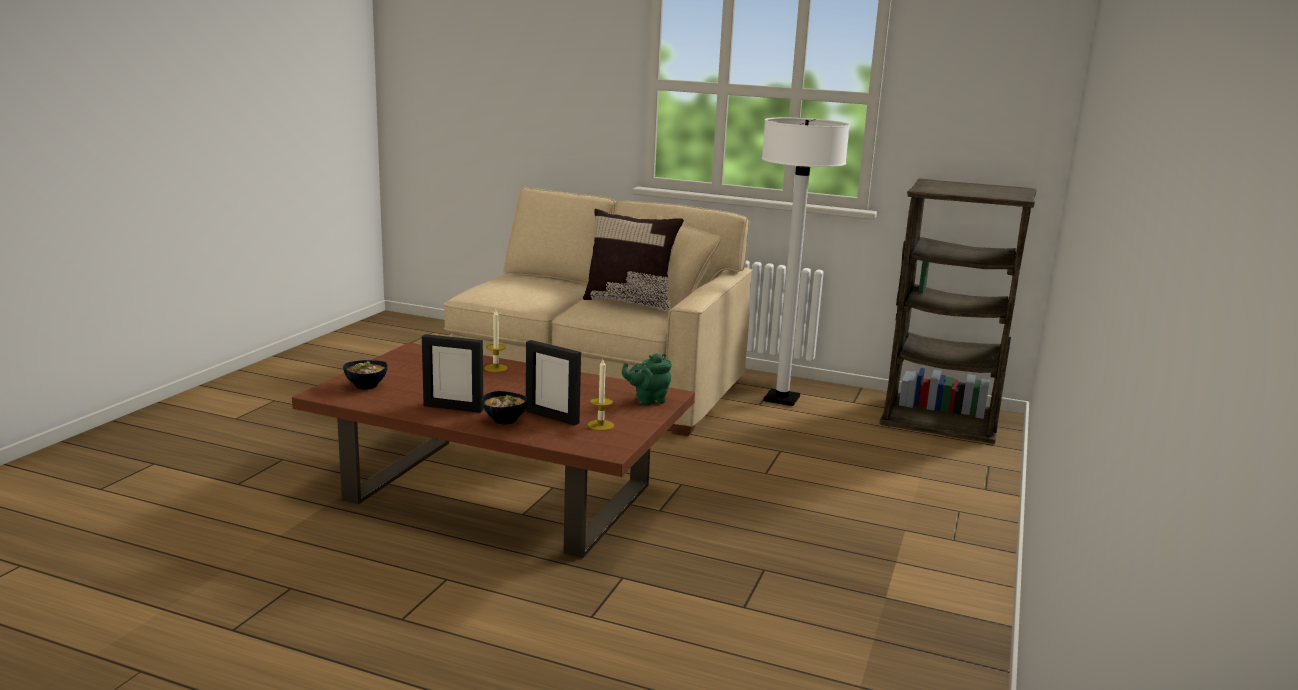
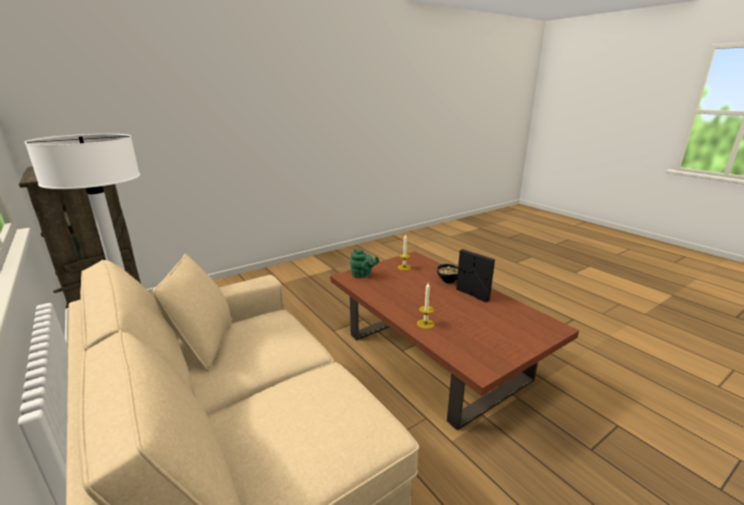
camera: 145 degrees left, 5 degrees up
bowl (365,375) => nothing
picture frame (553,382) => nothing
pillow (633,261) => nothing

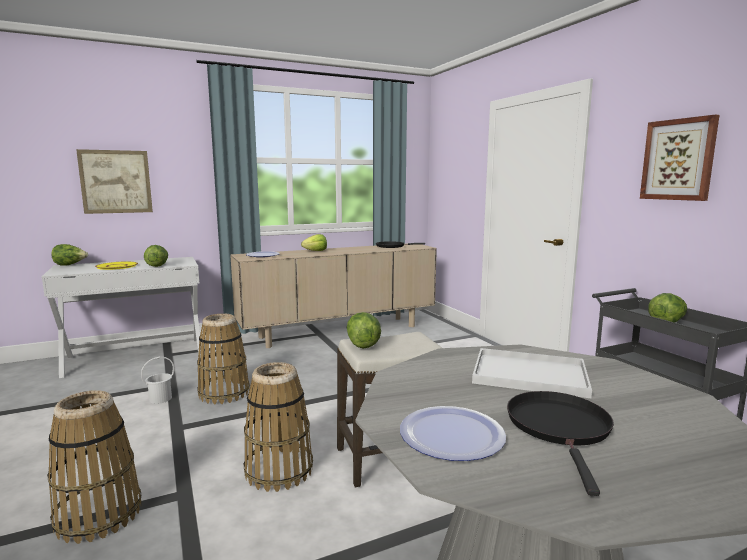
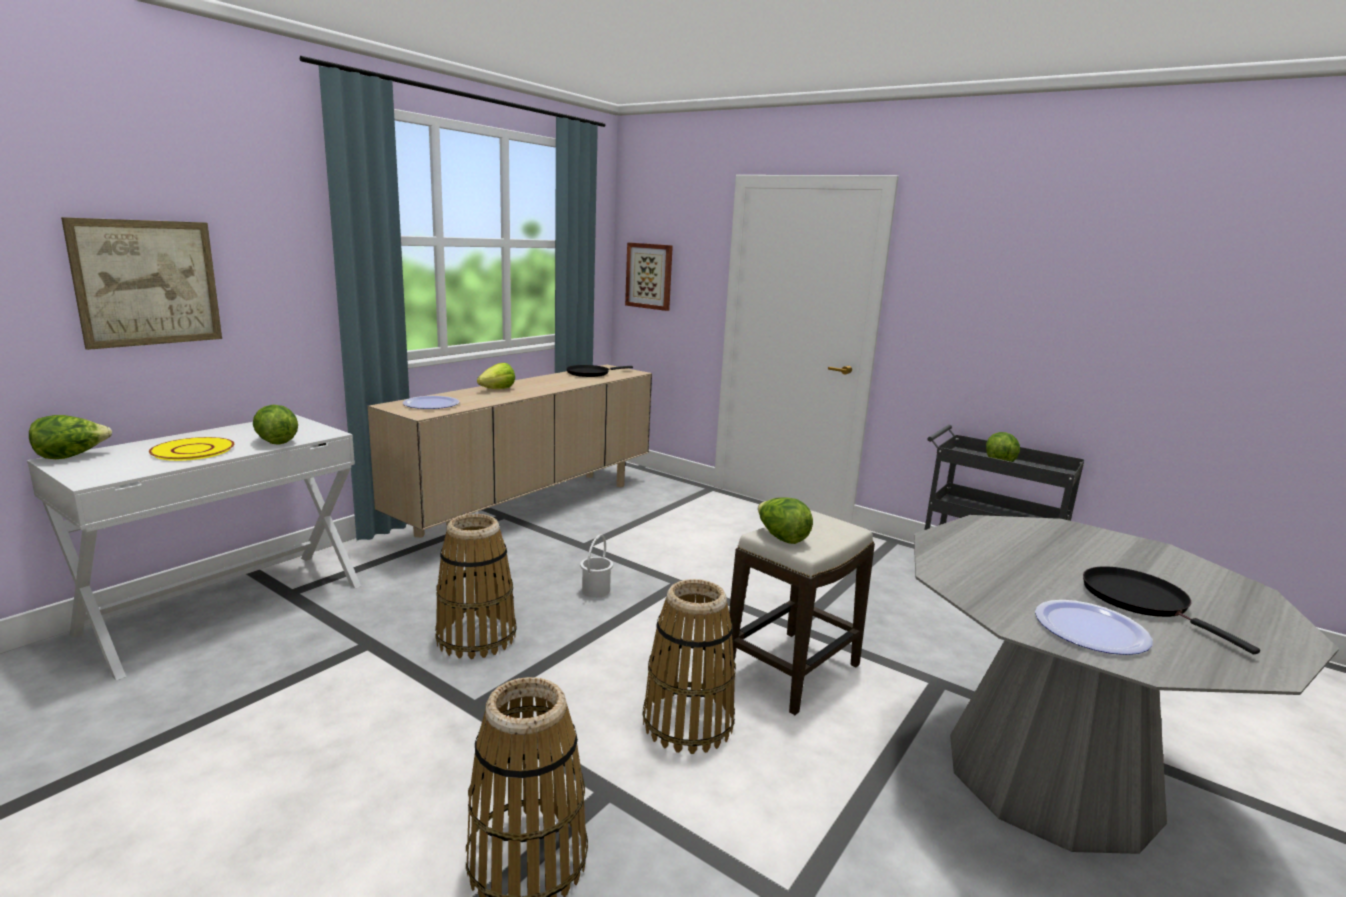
camera: 30 degrees left, 5 degrees up
white bucket (157,380) => white bucket (596,566), move
white tray (532,373) => nothing
picture (679,158) => picture (649,276), move

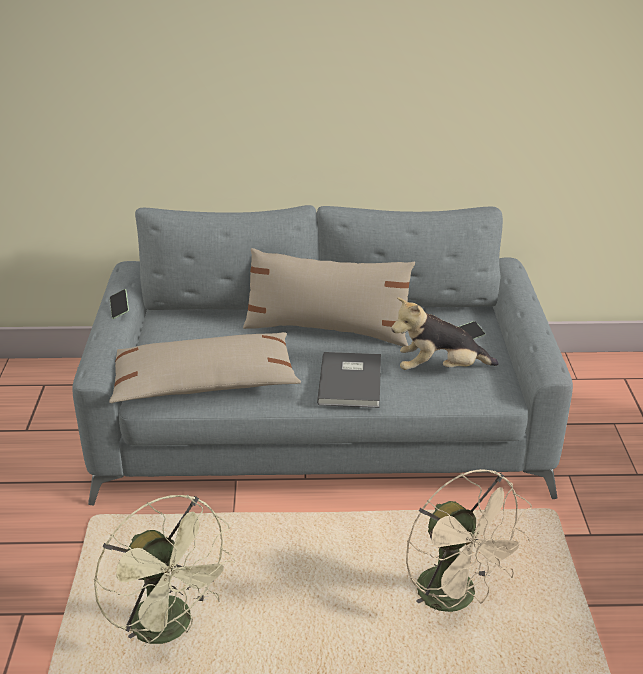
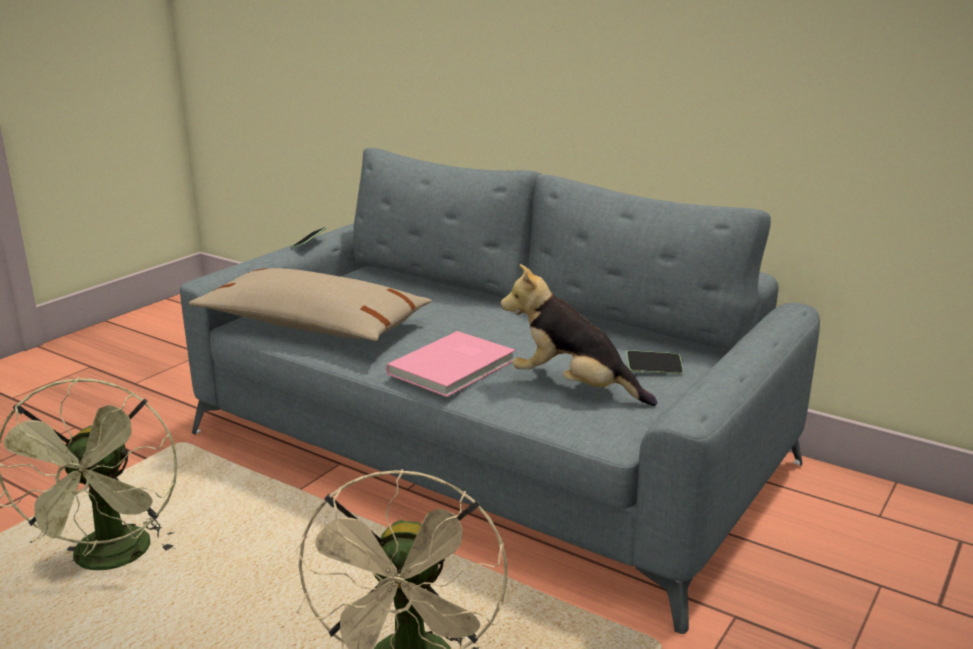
camera: 35 degrees right, 10 degrees down
beige pillow (329,297) => nothing
grey book (349,380) => pink book (451,364)

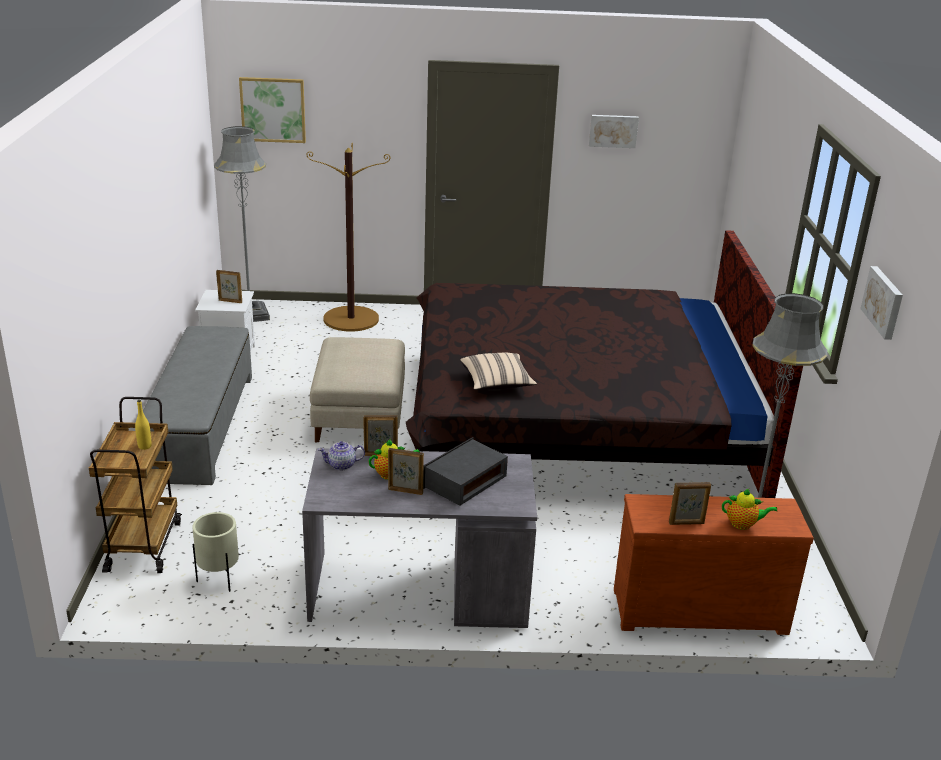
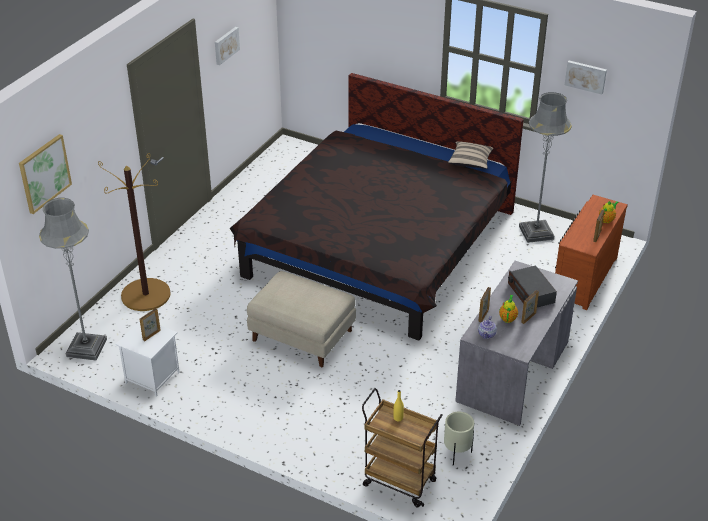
camera: 60 degrees left, 10 degrees up
grey bench (197,405) => nothing
beige pillow (498,371) => beige pillow (470,155), move

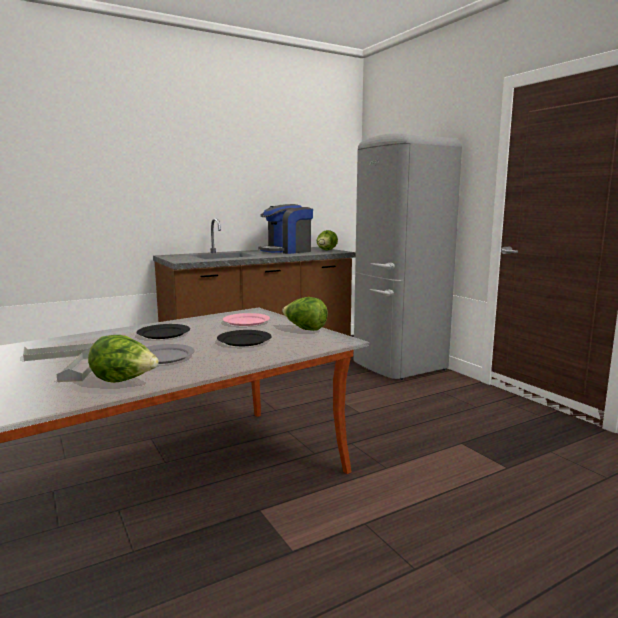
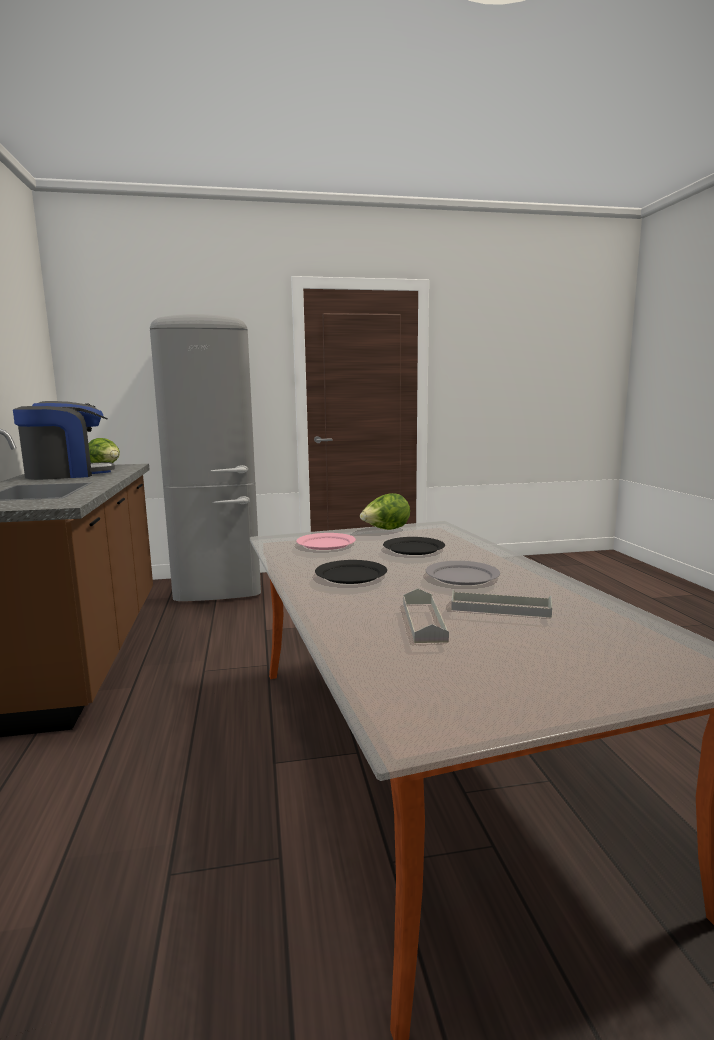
camera: 70 degrees left, 0 degrees up
lettuce (123,359) => nothing
coffee machine (285,229) => coffee machine (64,440), 105 degrees counterclockwise

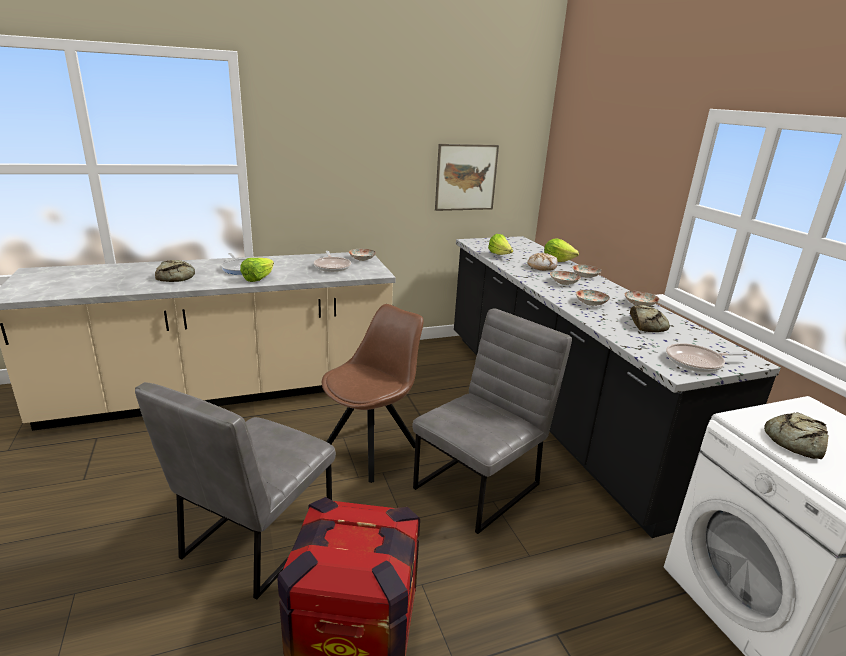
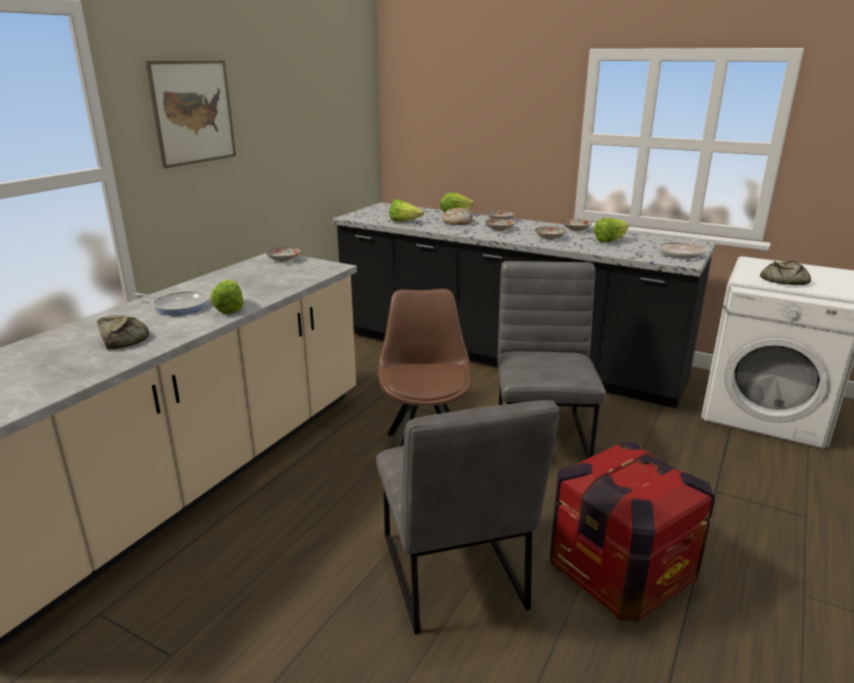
camera: 40 degrees left, 0 degrees up
frying pan (332,261) => nothing
picture (467,177) => picture (190,114), move
bread (650,318) => lettuce (611,230)

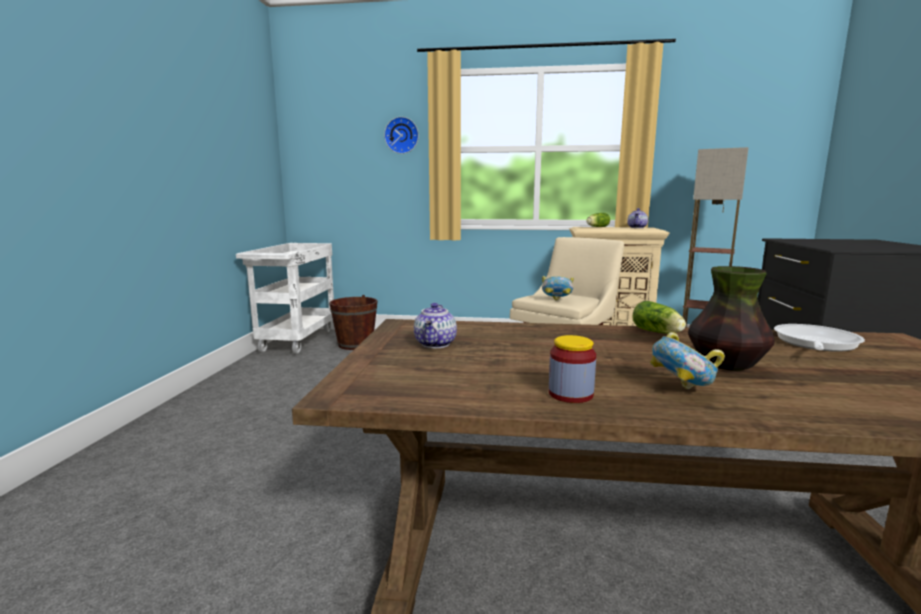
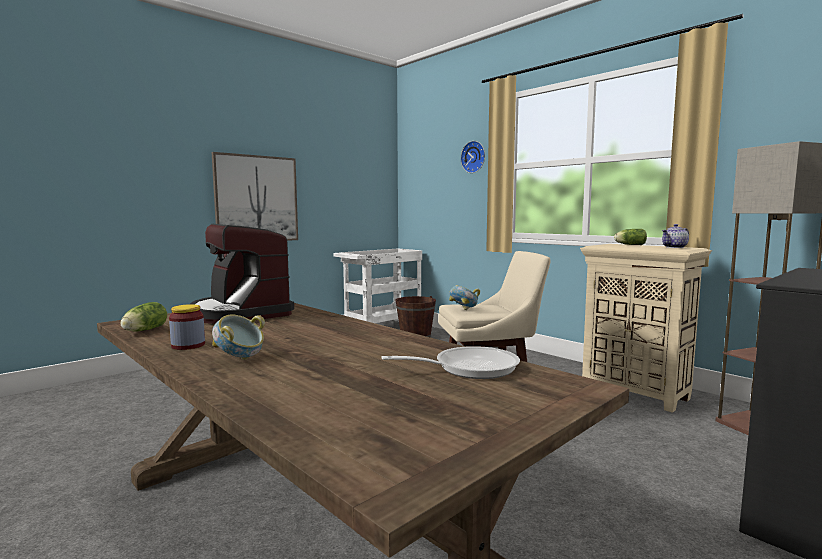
camera: 40 degrees right, 5 degrees down
teapot (435,325) => coffee machine (242,274)
lettuce (659,317) => lettuce (143,317), move
vase (731,318) => nothing
nothing => picture (255,196)

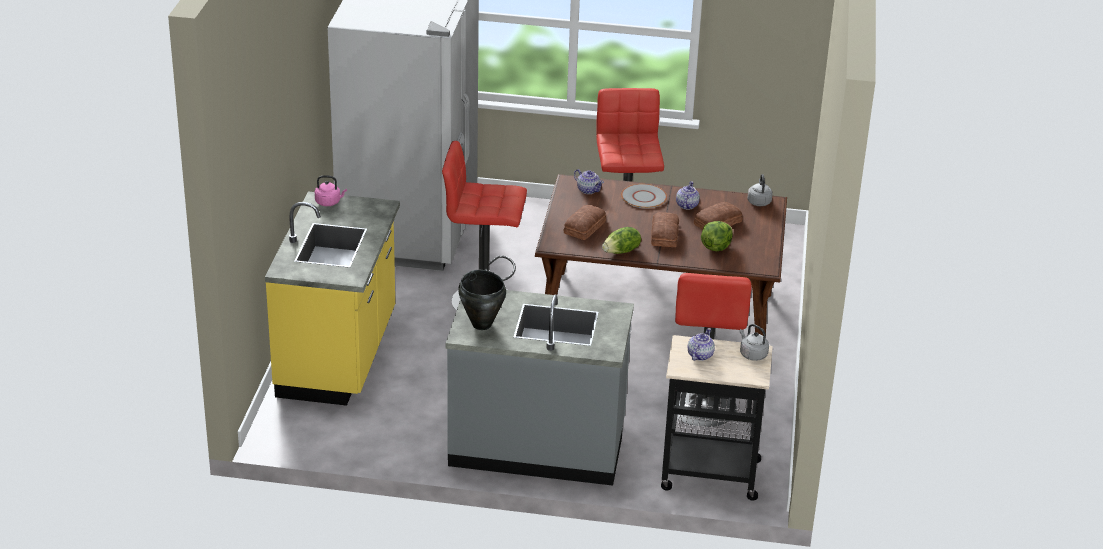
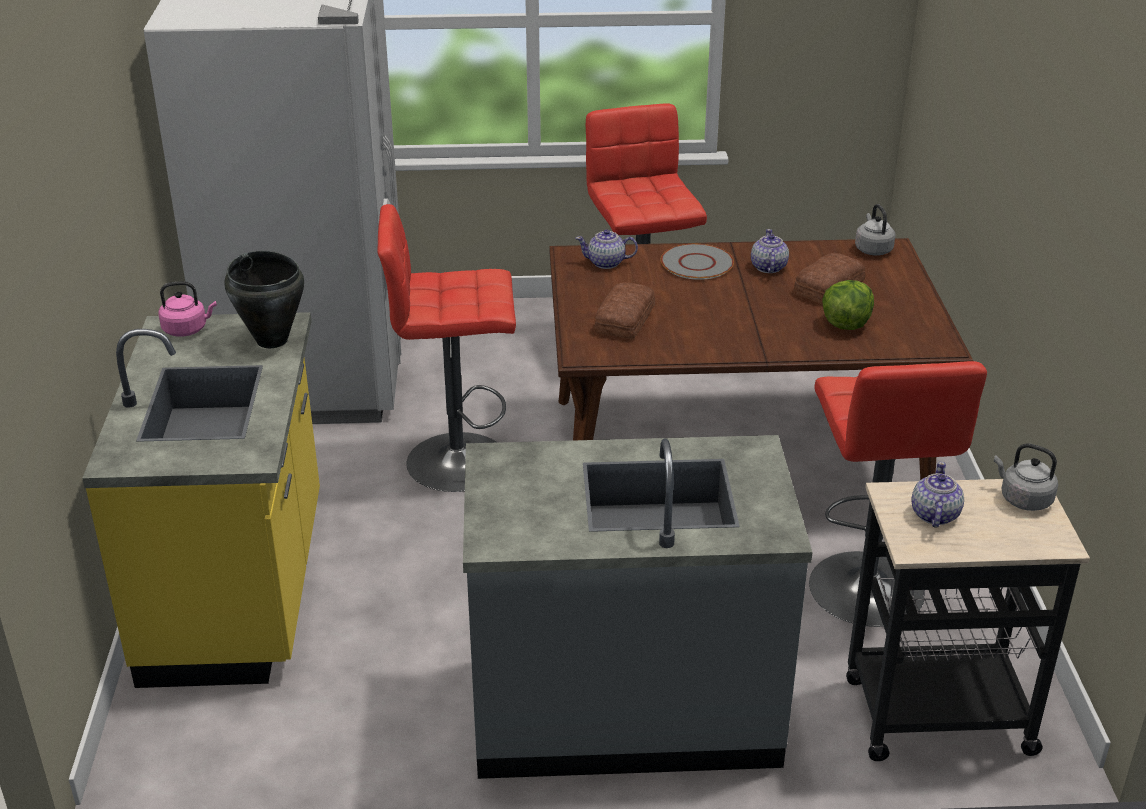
camera: 10 degrees left, 0 degrees up
black cooking pot (482,300) => black cooking pot (264,299), move
teapot (589,181) => teapot (606,249), 150 degrees clockwise
lettuce (621,240) => nothing
bread (665,229) => nothing

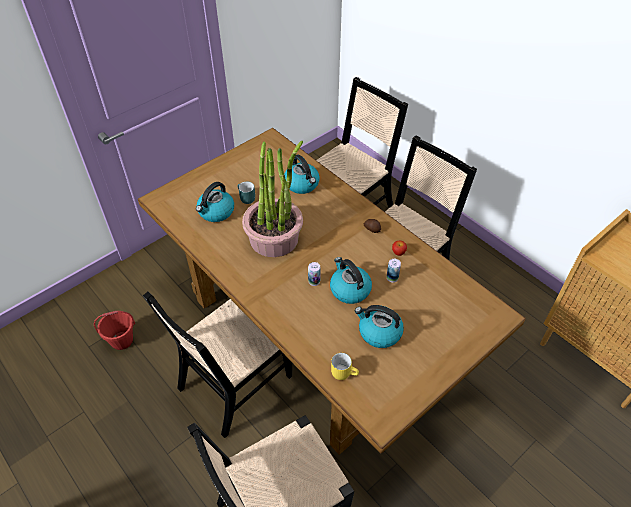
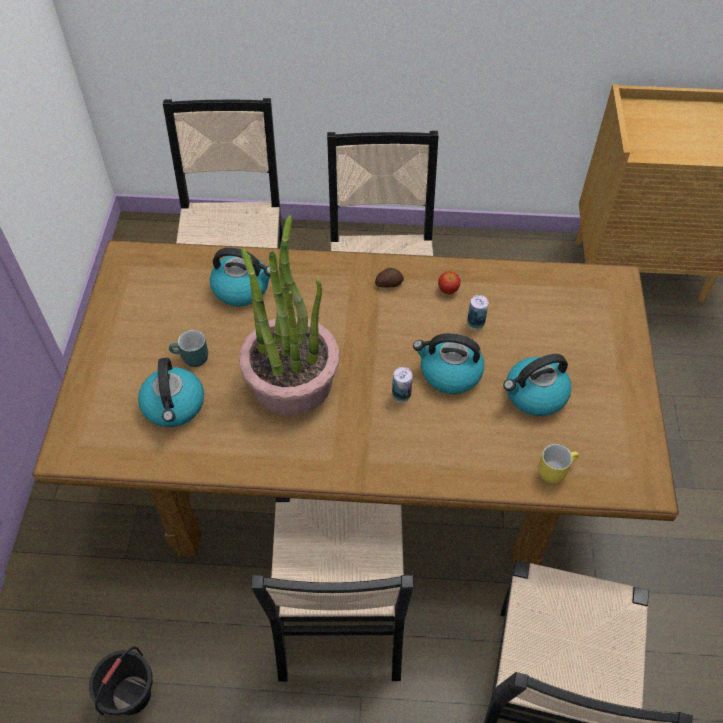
camera: 45 degrees left, 5 degrees up
red bucket (114,330) => black bucket (121,681)

